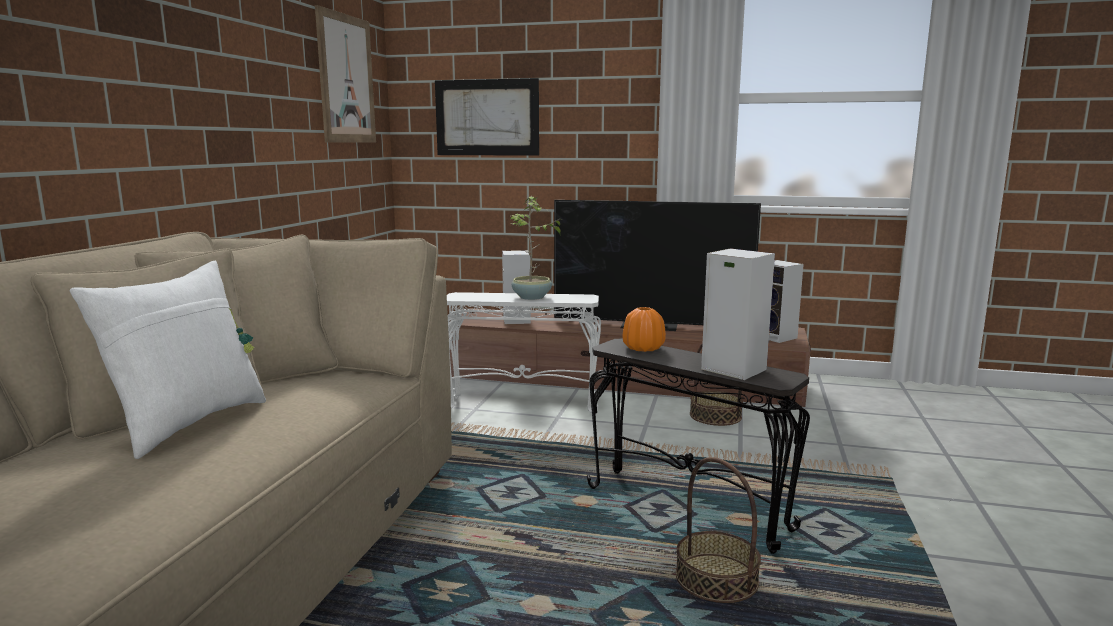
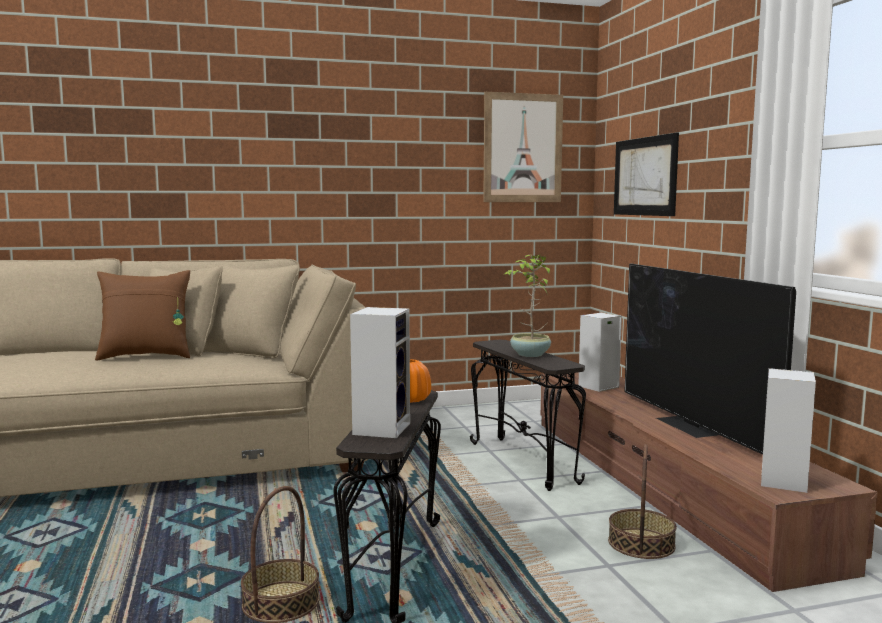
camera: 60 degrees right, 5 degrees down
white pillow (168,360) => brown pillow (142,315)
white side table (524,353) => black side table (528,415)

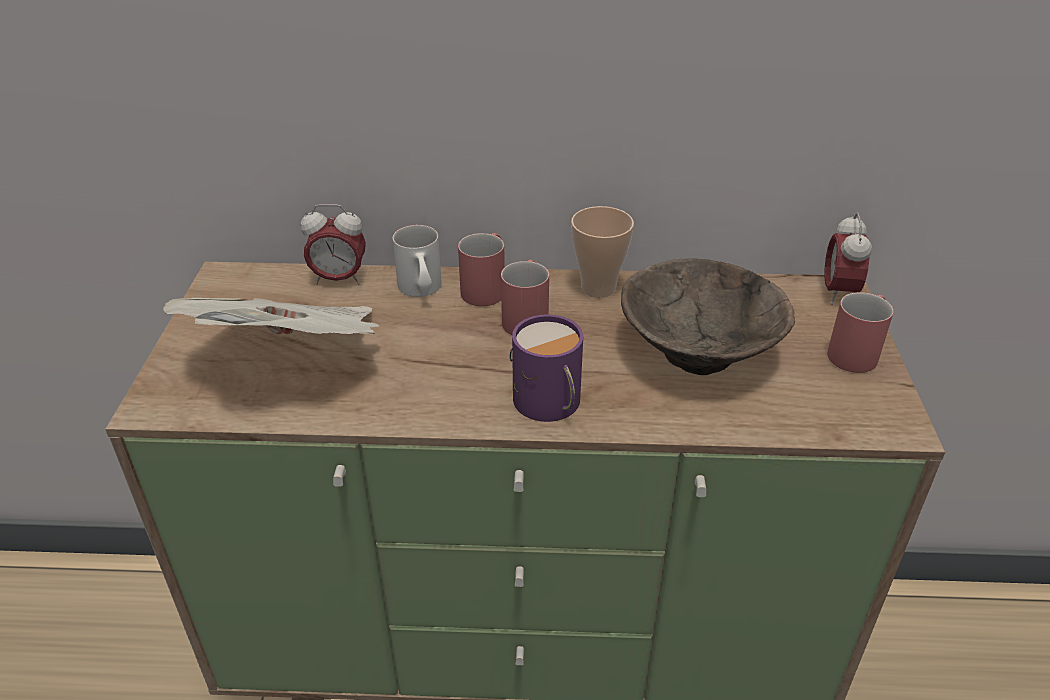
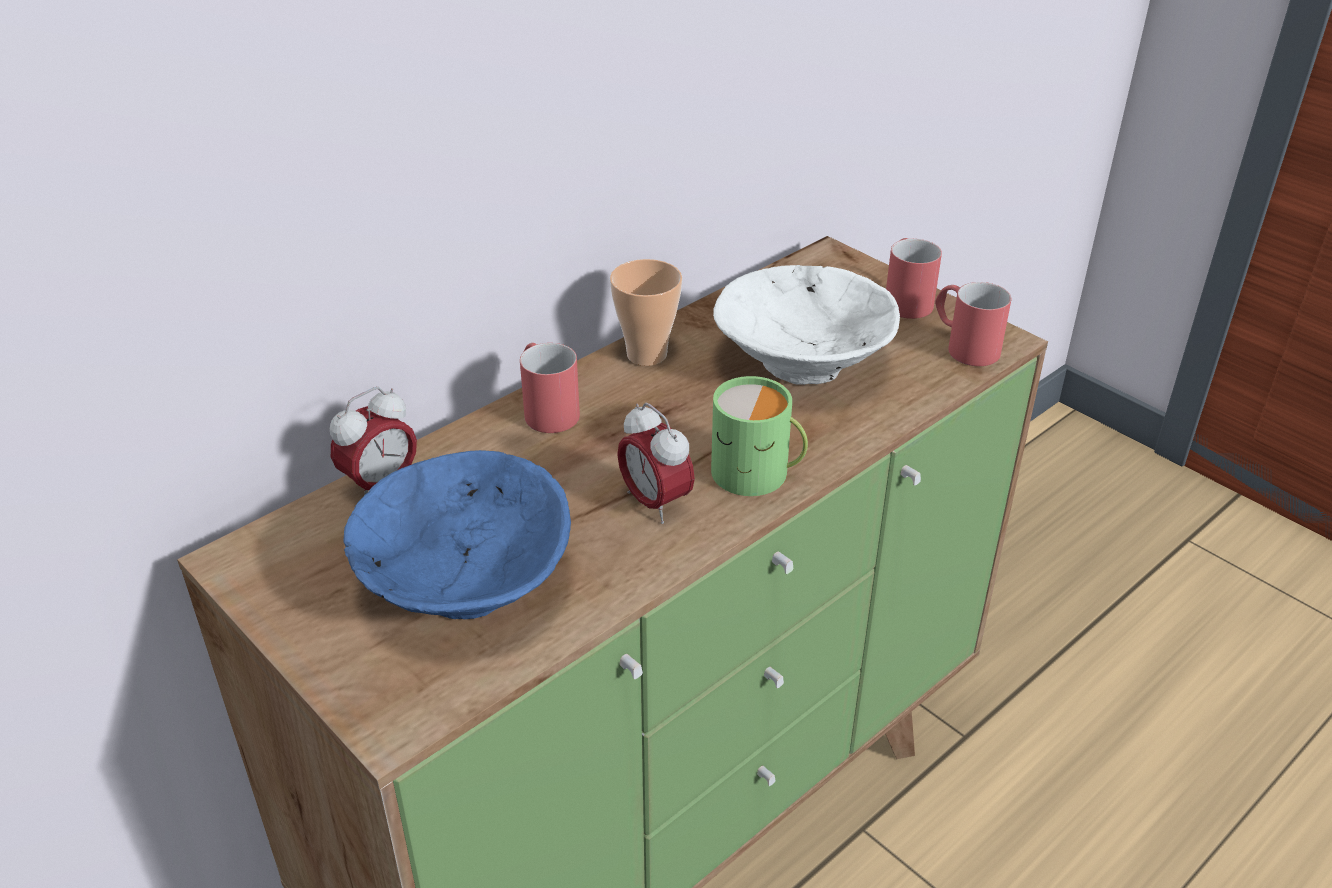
camera: 45 degrees left, 0 degrees up
newspaper (271,316) => blue bowl (457,534)
white mug (417,261) => nothing
red mug (525,297) => red mug (973,324), move
purple mug (546,368) => green mug (759,436)
brown bowl (708,316) => white bowl (806,325)
alarm clock (848,259) => alarm clock (656,463), move

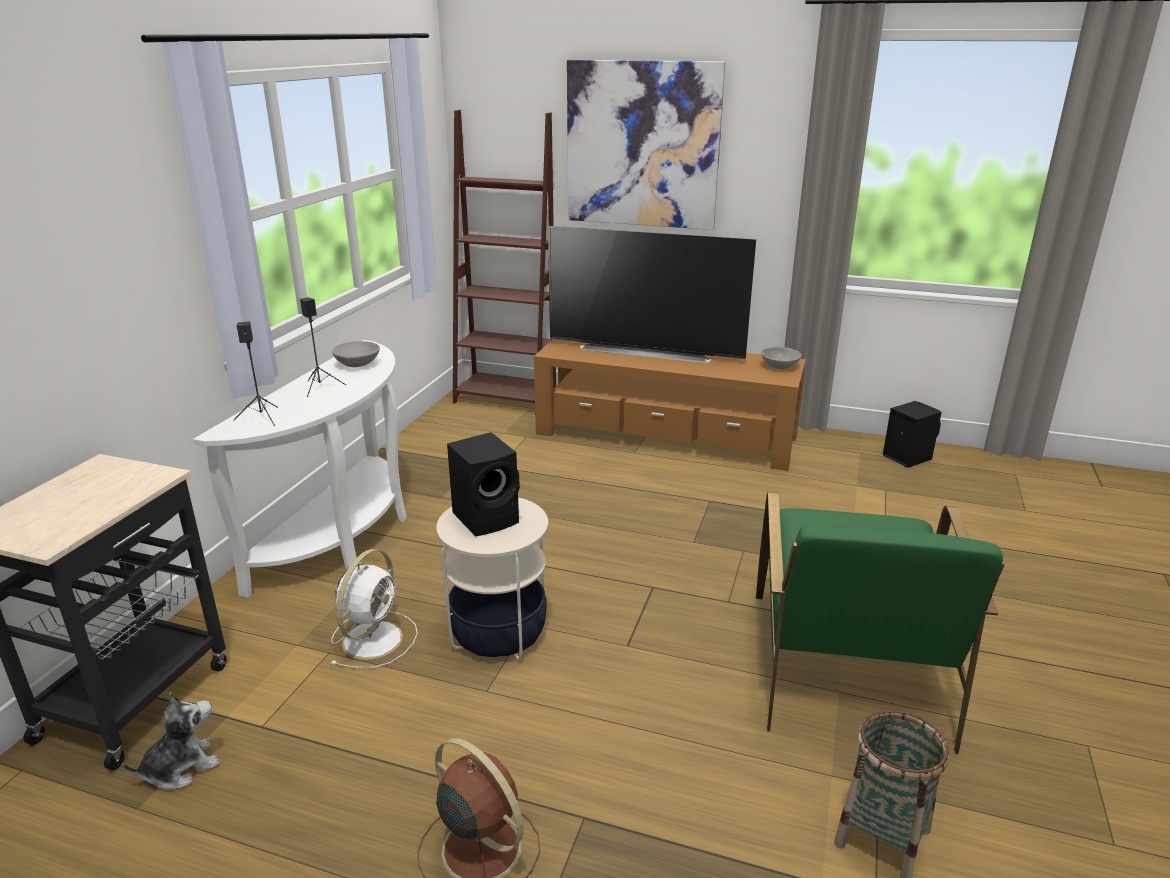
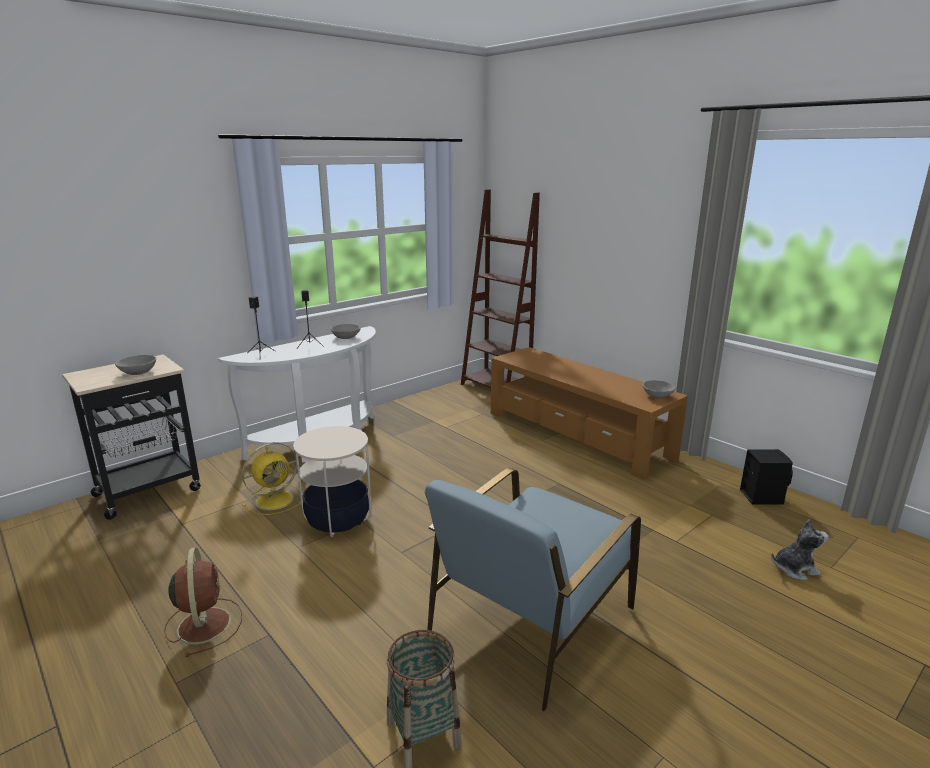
camera: 30 degrees right, 5 degrees down
plush toy (171,741) => plush toy (800,549), move
white fan (374,608) => yellow fan (272,478)
black speaker (483,484) => nothing
television (652,294) => nothing
picture (646,145) => nothing
green armchair (880,623) => blue armchair (533,589)
nothing => grey bowl (135,365)

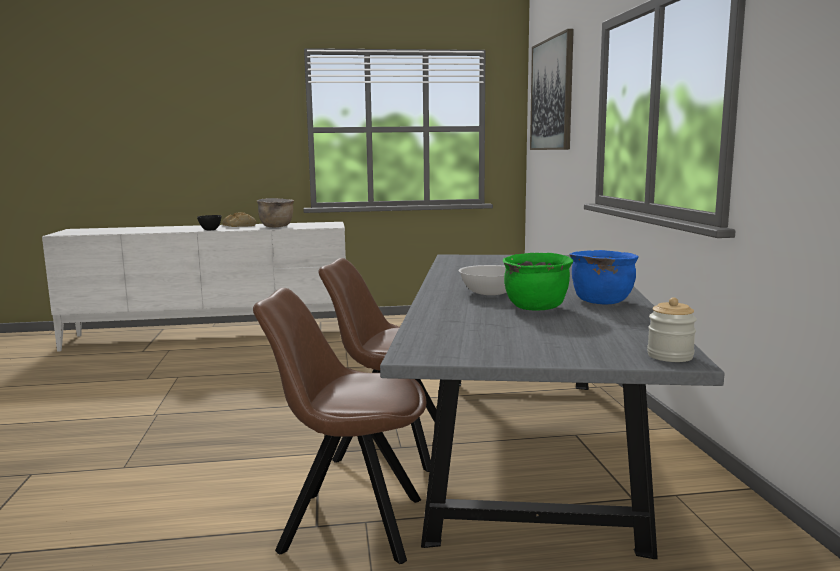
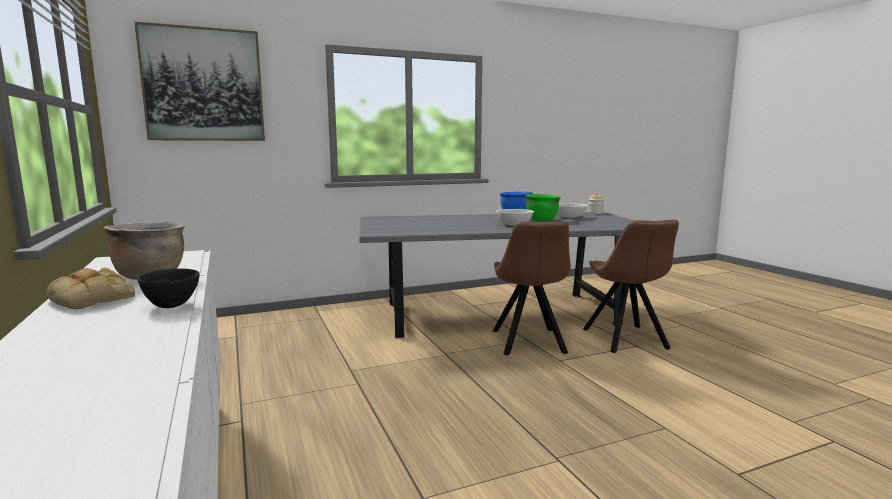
camera: 105 degrees left, 0 degrees up
nothing => white bowl (572,210)

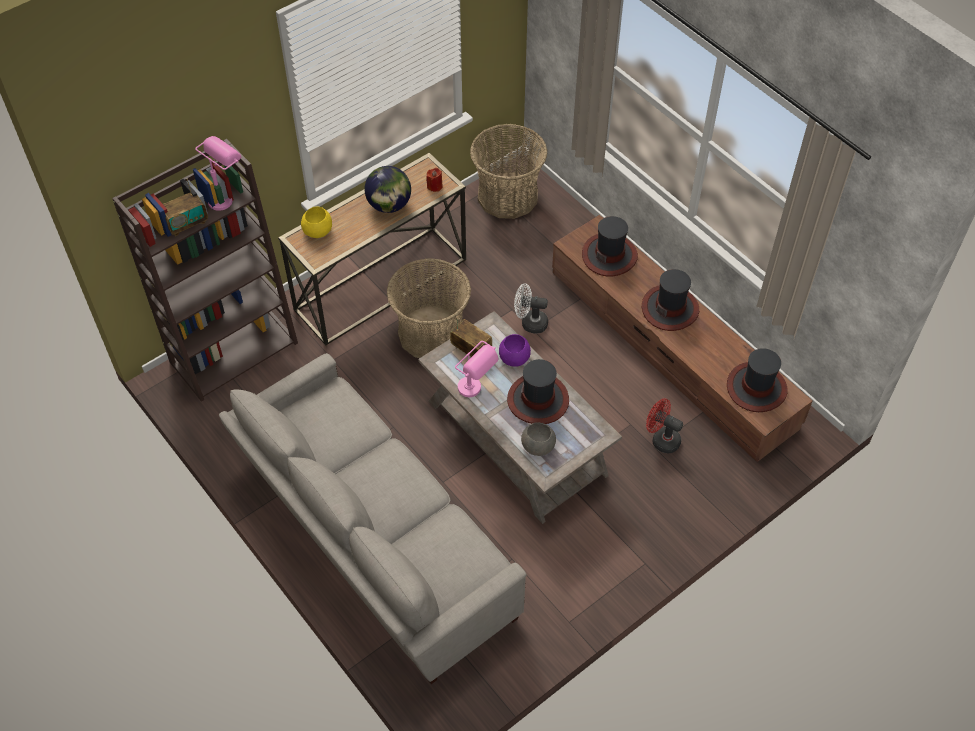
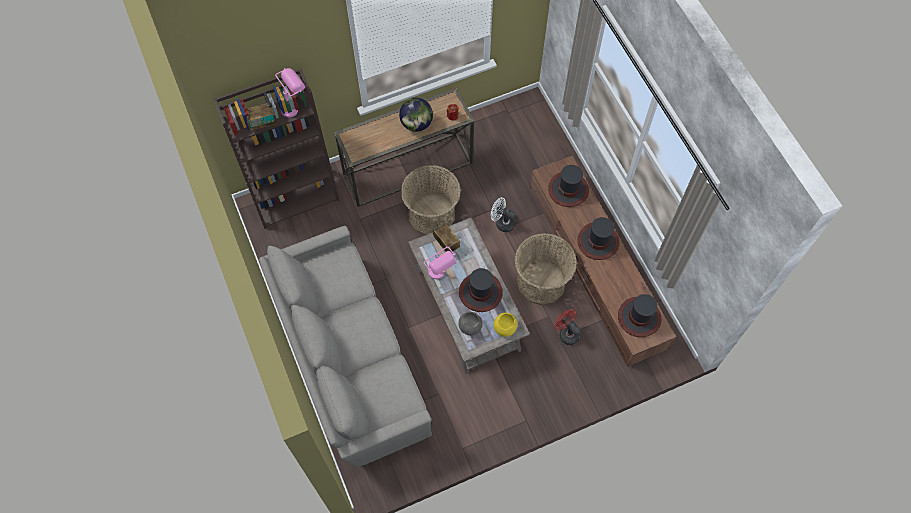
camera: 15 degrees right, 10 degrees up
yellow bowl (316,222) => yellow bowl (505,325), move
basket (509,171) => basket (545,269), move
purple bowl (515,350) => nothing

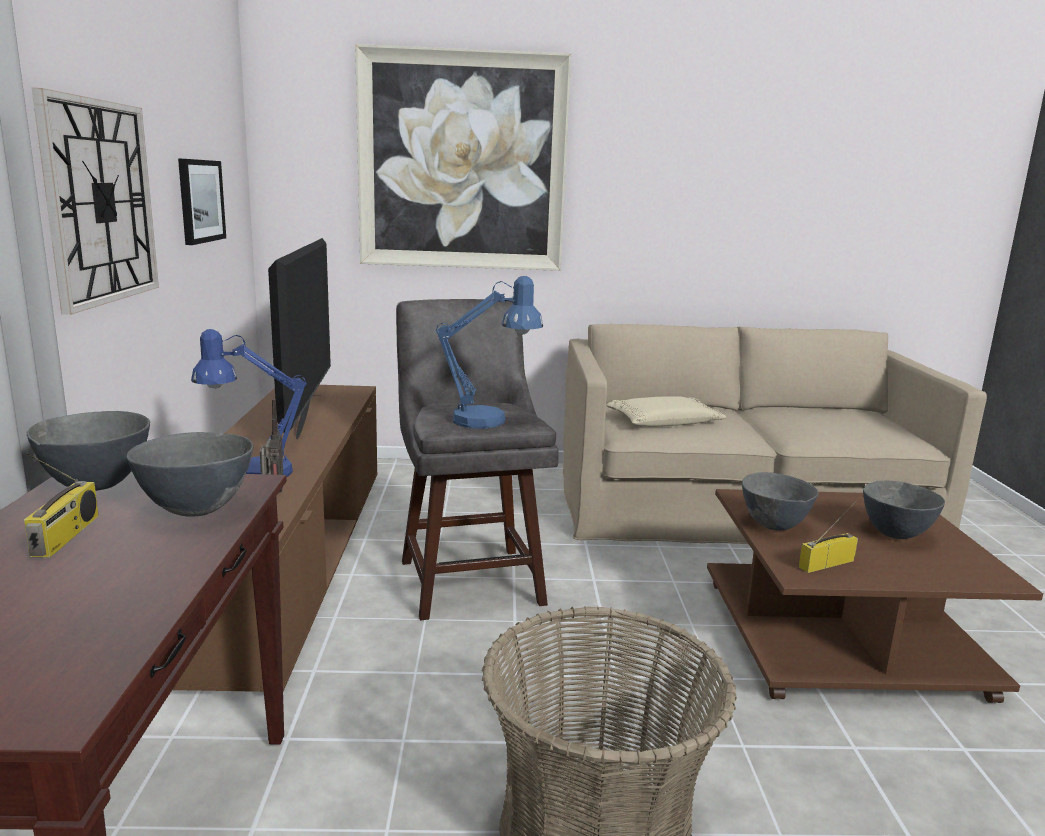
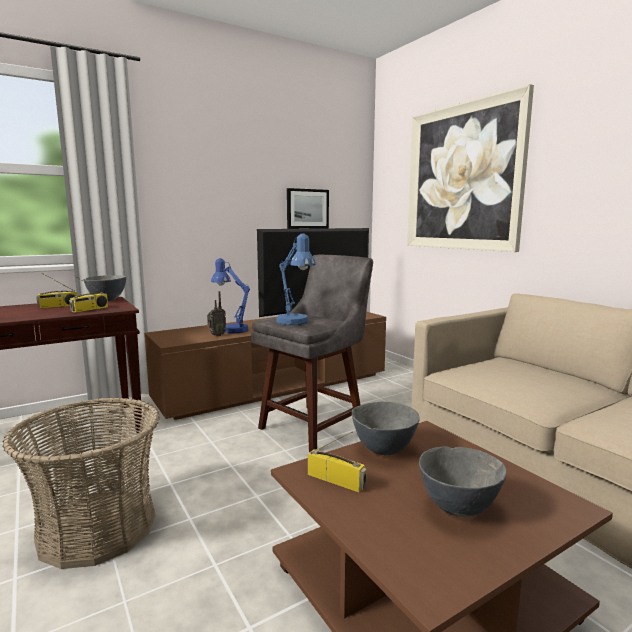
camera: 60 degrees right, 5 degrees down
wall clock (95,201) => nothing
grey bowl (189,474) => radio (88,294)
beige pillow (666,411) => nothing

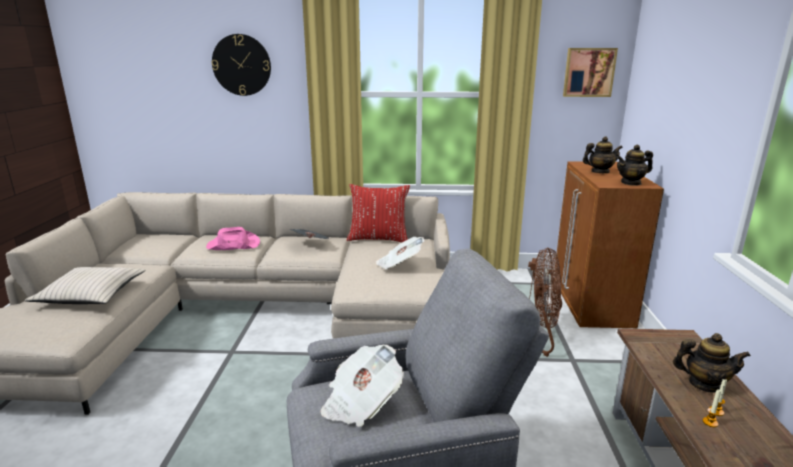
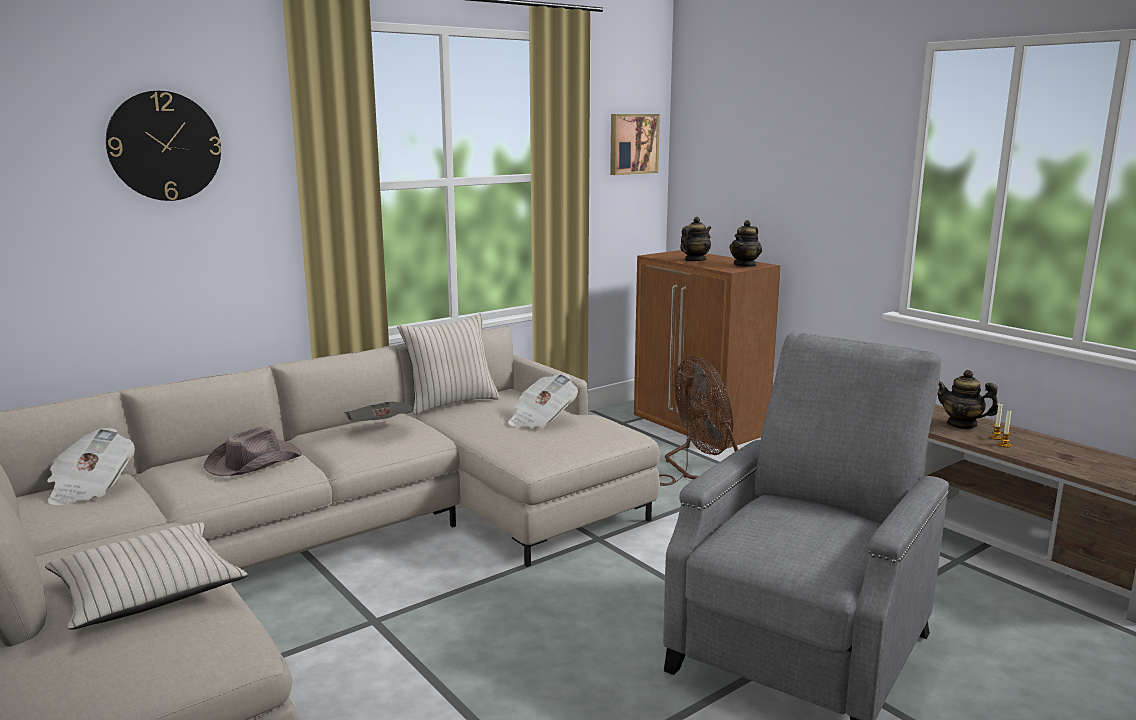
camera: 40 degrees left, 5 degrees down
pink hat (233,238) => brown hat (253,451)
newspaper (362,386) => newspaper (91,466), move
red pillow (378,213) => beige pillow (448,364)
teapot (712,363) => teapot (967,399), 120 degrees counterclockwise

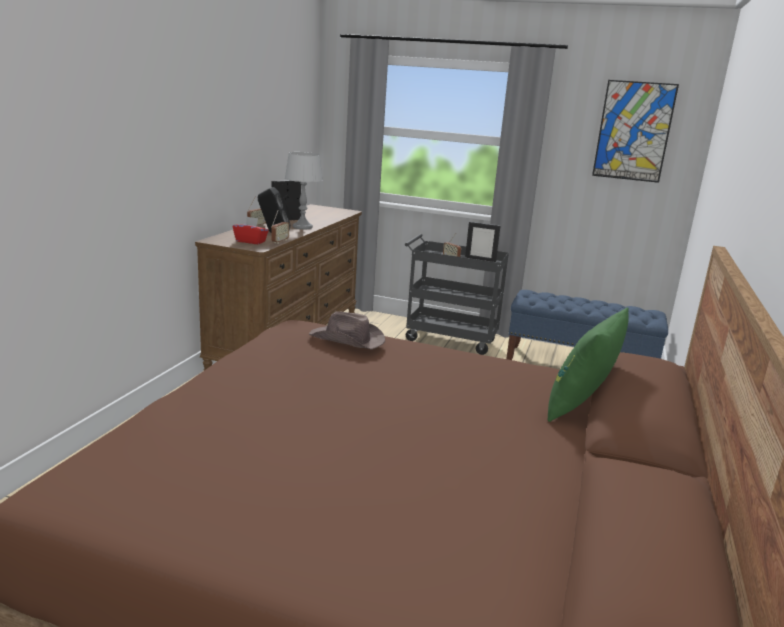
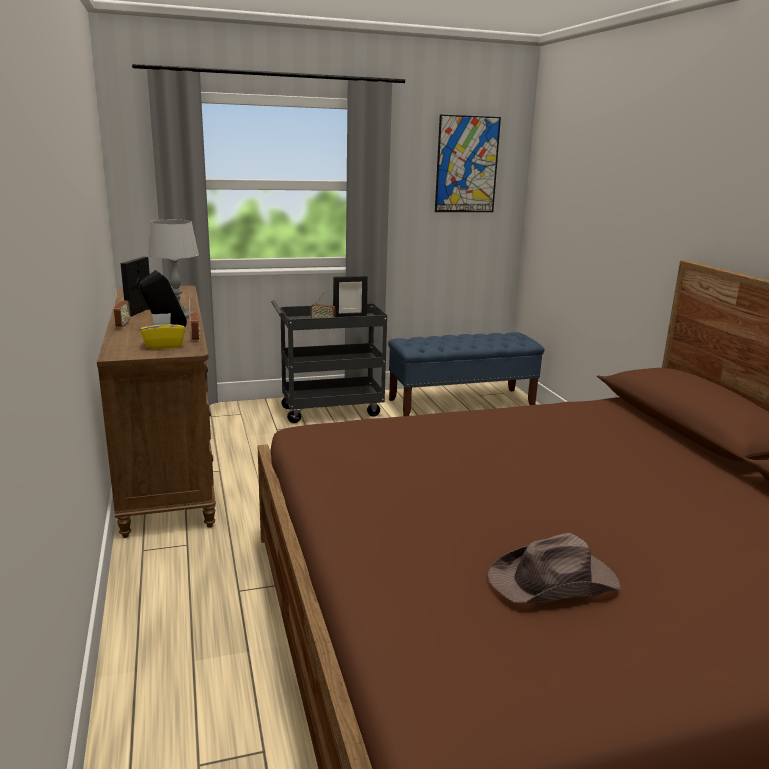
camera: 35 degrees left, 0 degrees up
red tissue box (251,230) => yellow tissue box (163,331)
brown hat (347,330) => brown hat (554,568), move
green pillow (588,364) => nothing

